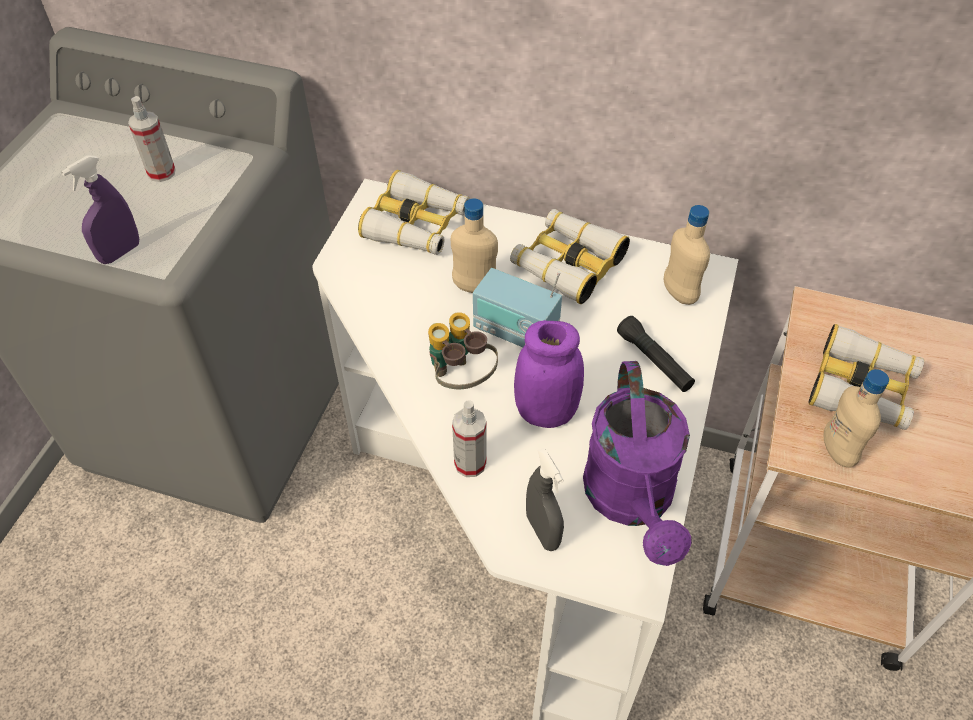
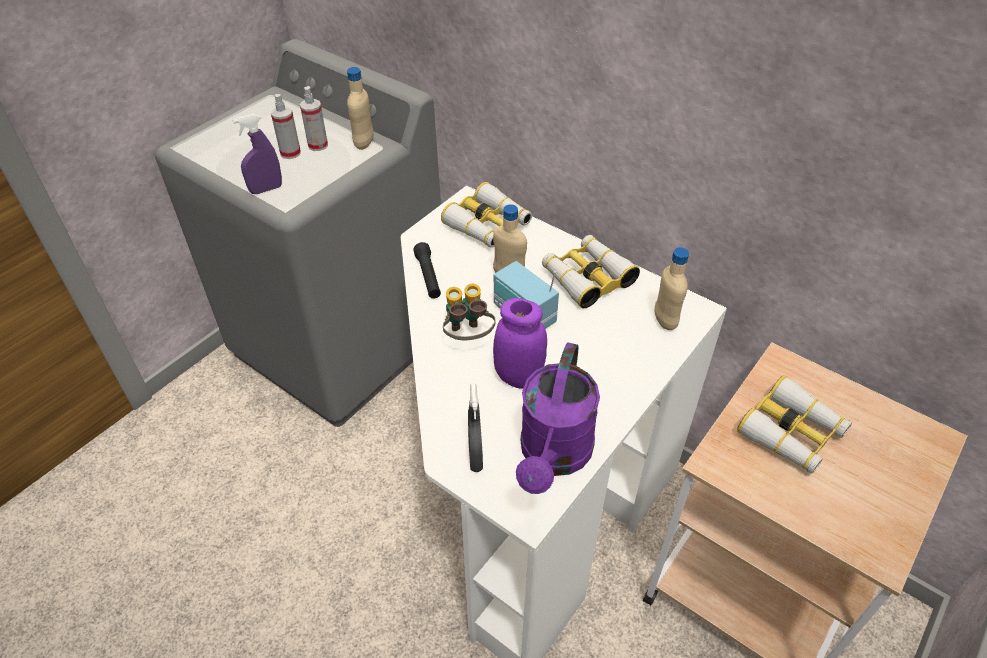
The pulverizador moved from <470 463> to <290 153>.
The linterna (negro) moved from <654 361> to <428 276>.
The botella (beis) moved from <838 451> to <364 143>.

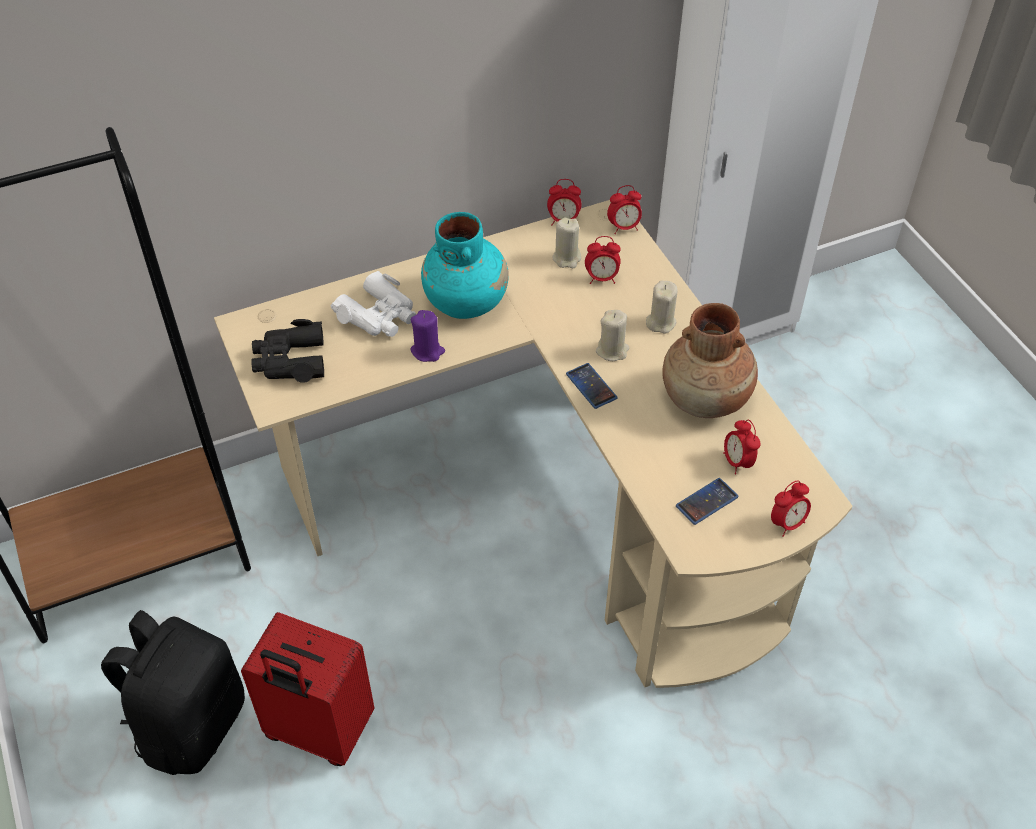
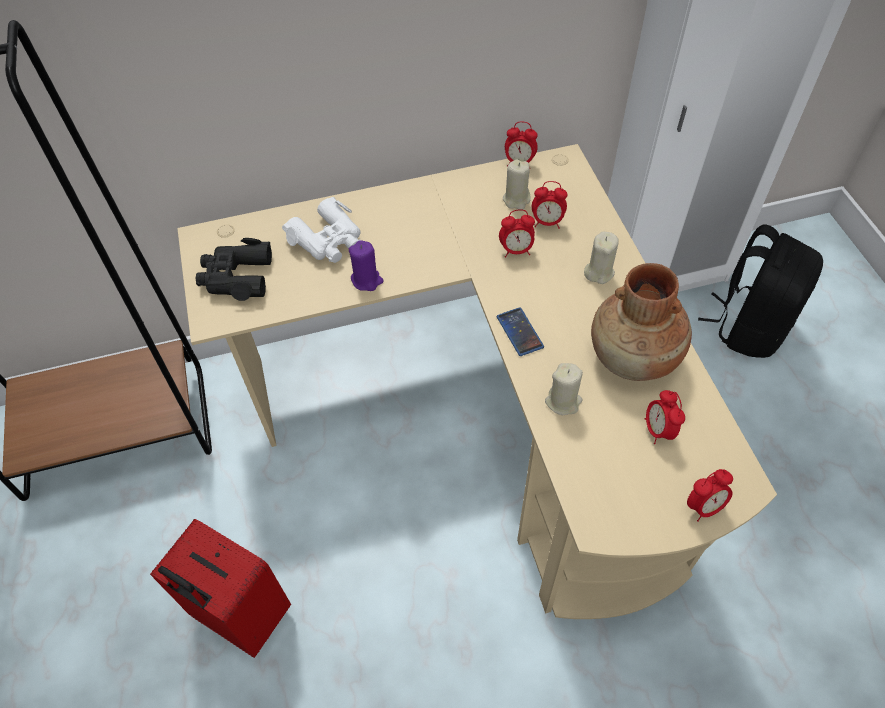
The florero (turquesa) at <466 301> disappeared.
The móvil at <706 502> disappeared.
The mochila (negro) moved from <191 724> to <749 326>.
The vela (beis) moved from <612 350> to <563 401>.
The despertador moved from <624 227> to <516 250>.

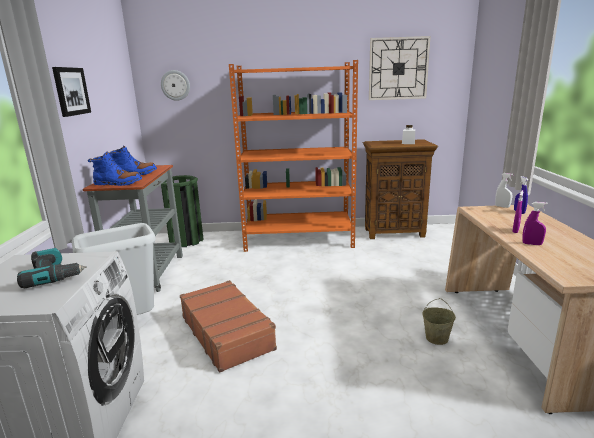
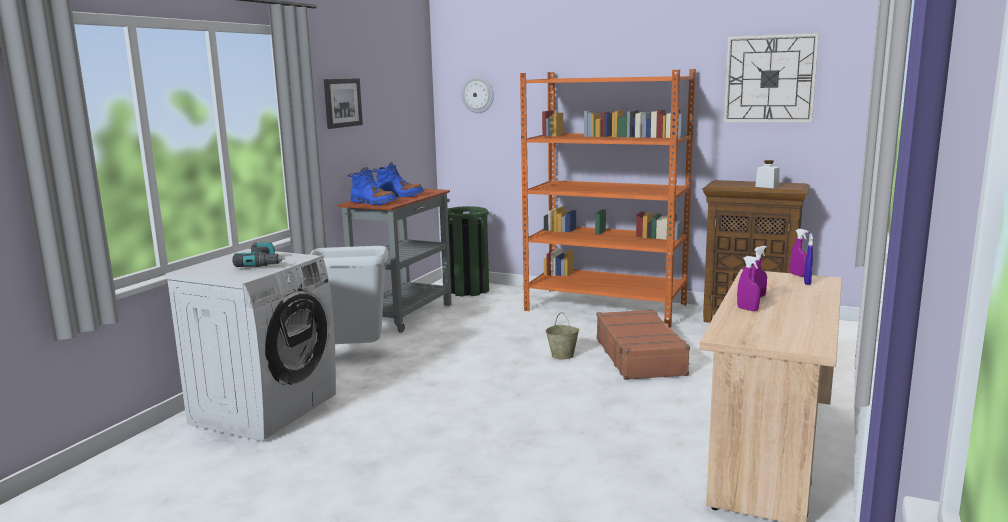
The maleta (marrón) moved from <227 332> to <640 356>.
The cubo (beis) moved from <437 338> to <563 355>.
The pulverizador (blanco) at <502 206> became the pulverizador (morado) at <798 275>.

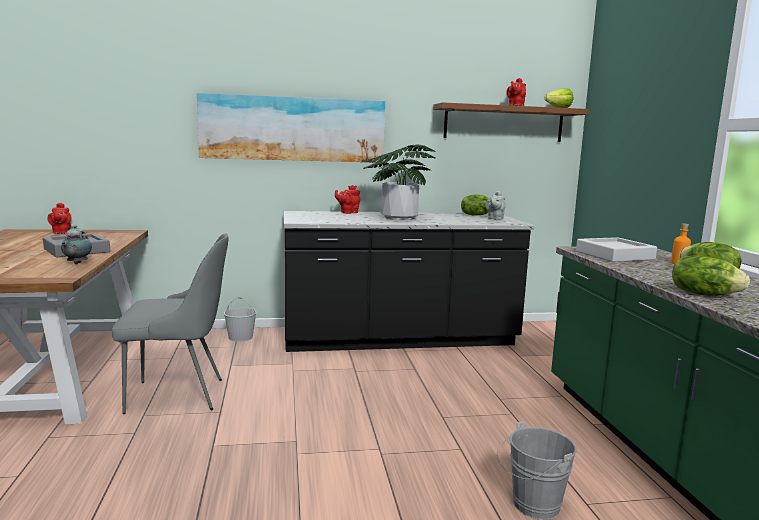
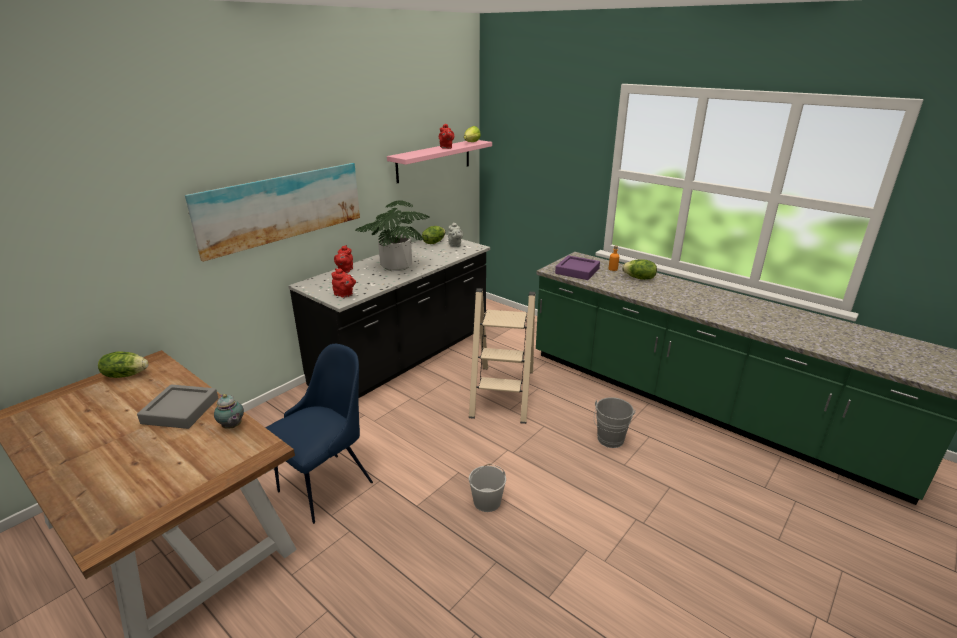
The escalera de tijera (beis) at <503 392> appeared.
The tetera (rojo) moved from <61 233> to <344 295>.
The cubo (blanco) moved from <241 337> to <487 501>.
The lechuga moved from <703 294> to <126 375>.
The silla (gris) at <176 395> became the silla (azul) at <326 486>.
The estante (marrón) at <504 123> became the estante (rosa) at <434 160>.
The bandeja (gris) at <614 255> became the bandeja (morado) at <577 271>.

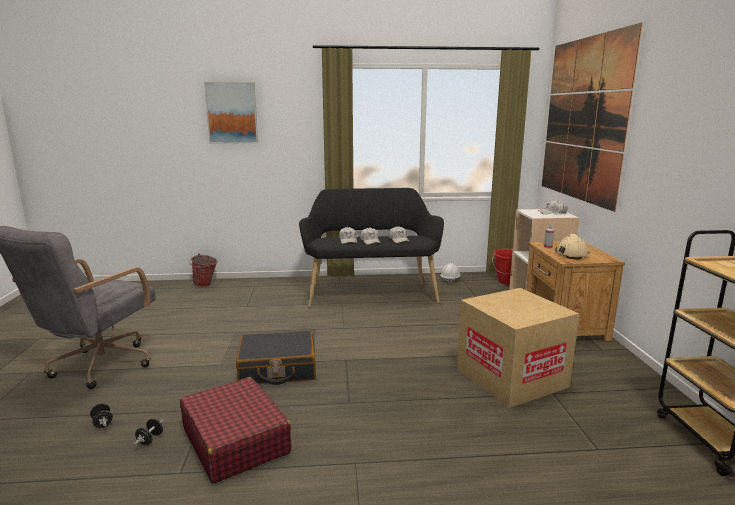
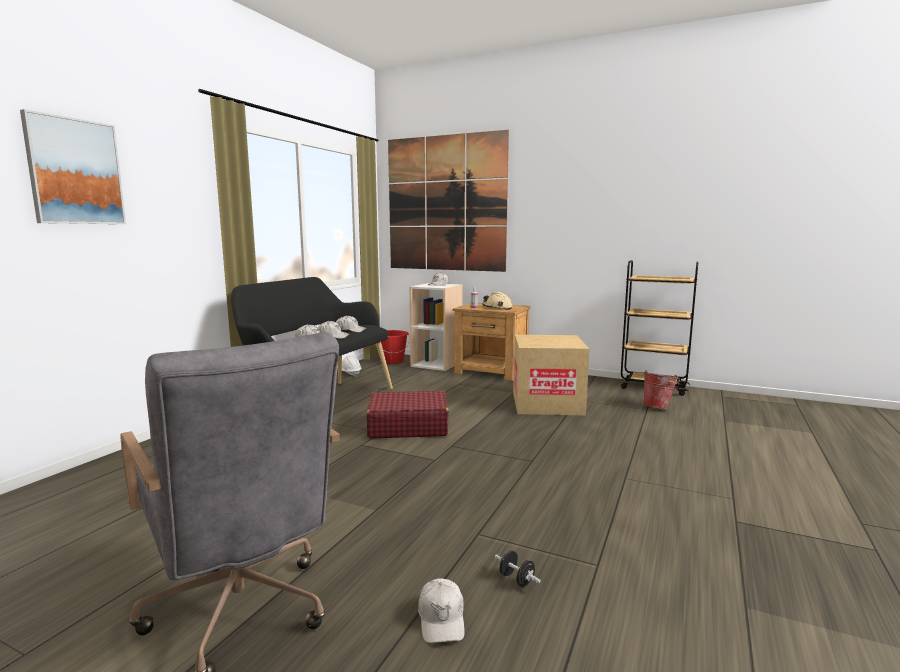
The maleta (negro) at <277 369> disappeared.
The maleta (rojo) moved from <235 440> to <407 426>.
The cubo moved from <205 285> to <658 408>.
The mancuerna (negro) at <102 423> was replaced by the gorra (blanco) at <442 619>.

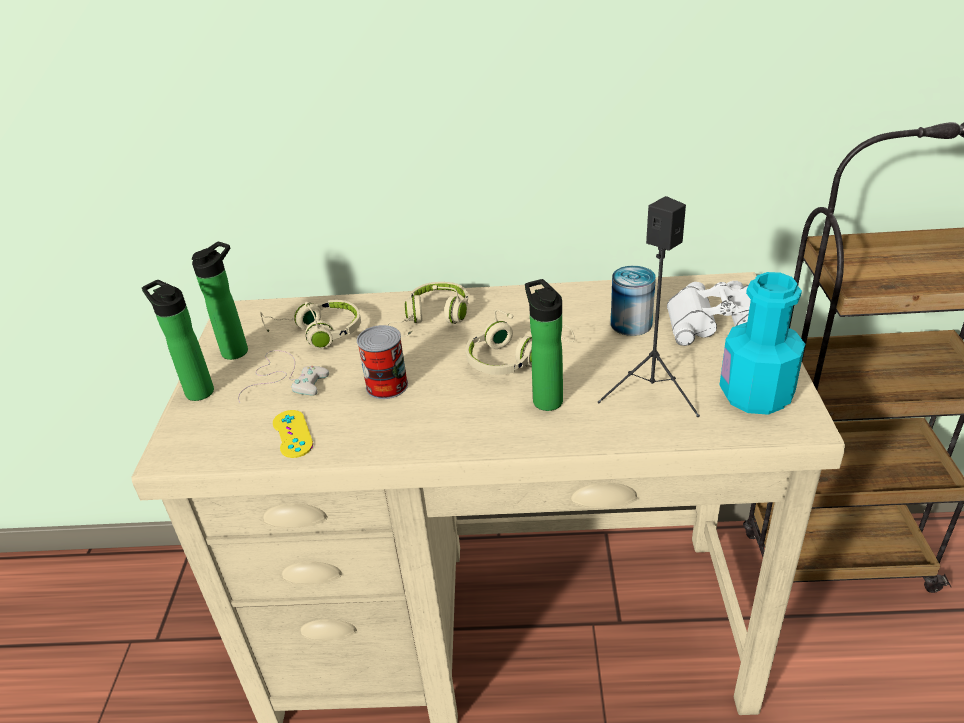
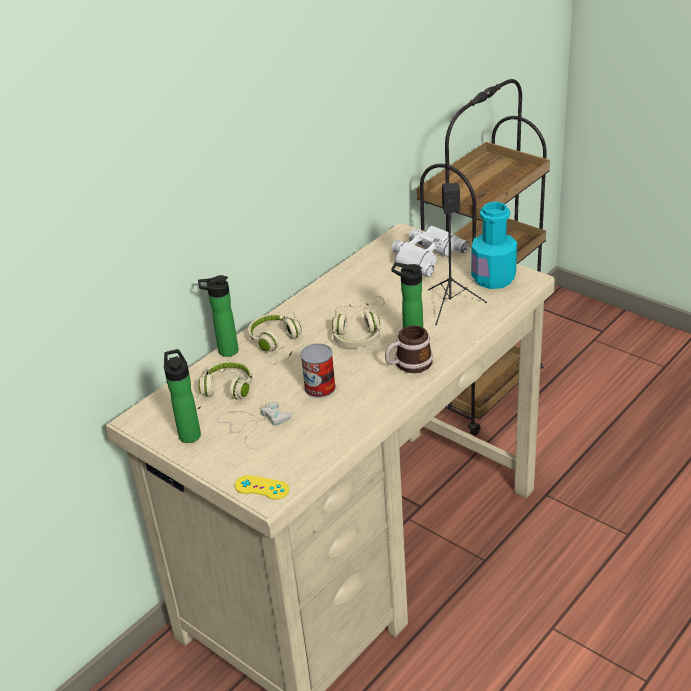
The lata at <631 323> disappeared.
The taza grande at <408 364> appeared.
The botella moved from <197 390> to <225 351>.
The mando de consola (amarillo) moved from <292 434> to <262 487>.

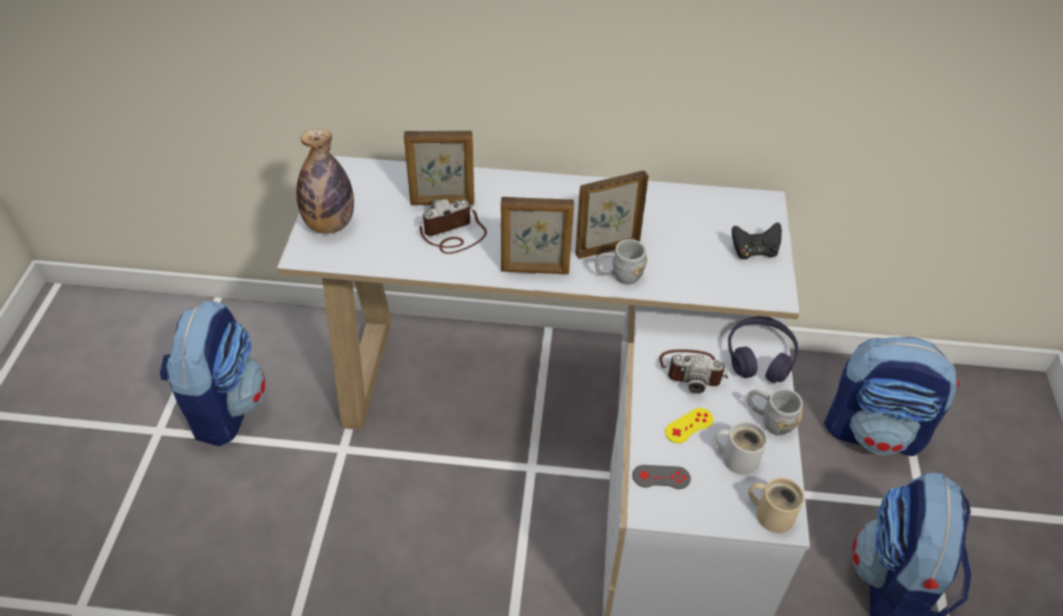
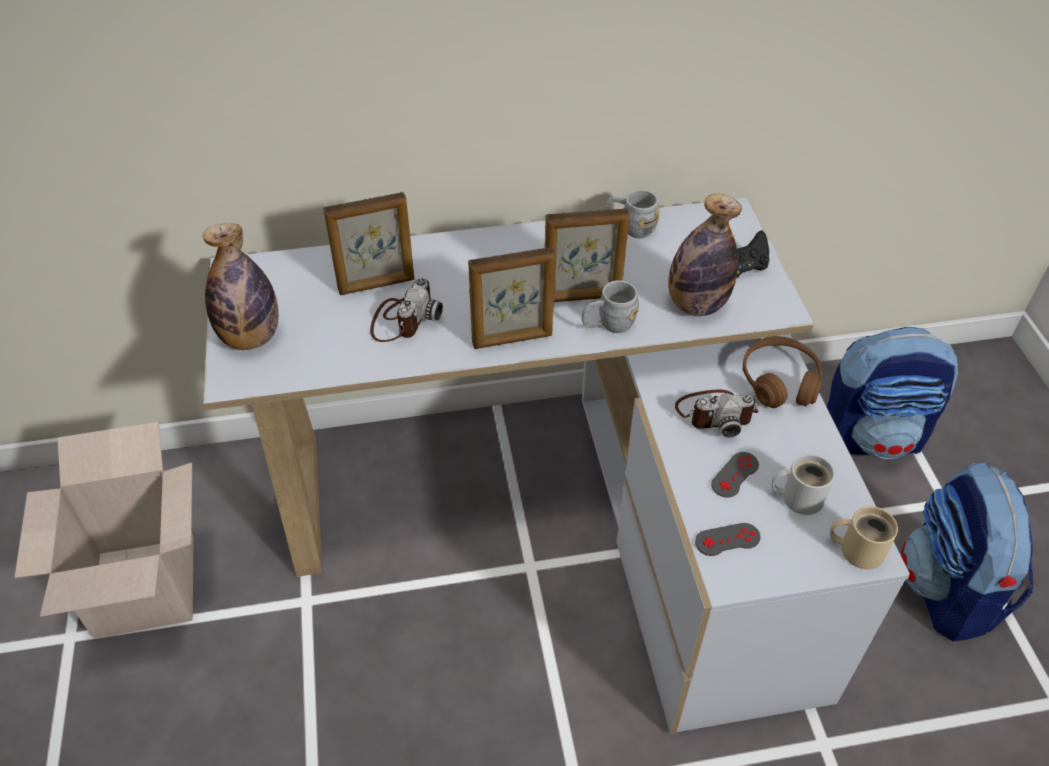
The botella at <696 305> appeared.
The taza grande (gris) moved from <769 420> to <630 228>.
The mochila at <225 406> was replaced by the caja de cartón at <145 586>.
The mando de consola (amarillo) at <689 425> became the mando de consola (gris) at <735 475>.
The auriculares (morado) at <759 357> became the auriculares (marrón) at <779 382>.
The cámara at <453 234> turned 150 degrees clockwise.
The portarretratos at <606 248> turned 150 degrees counterclockwise.

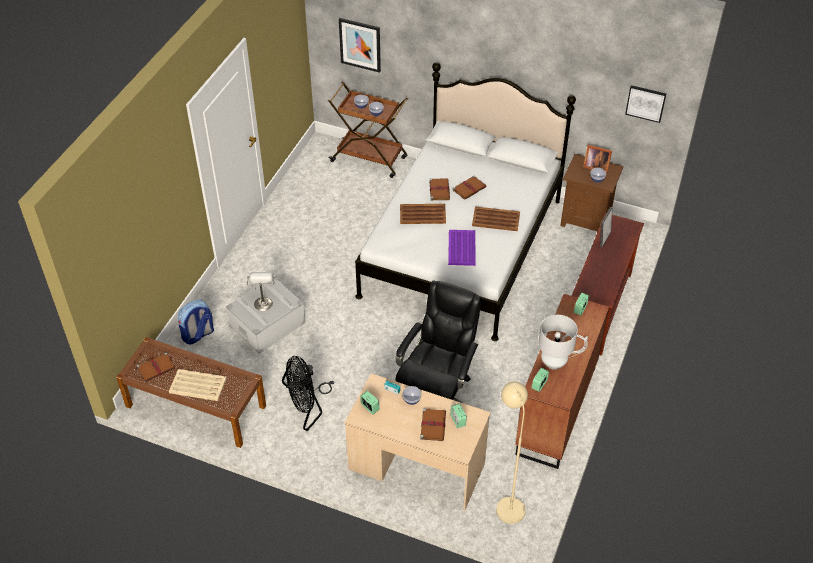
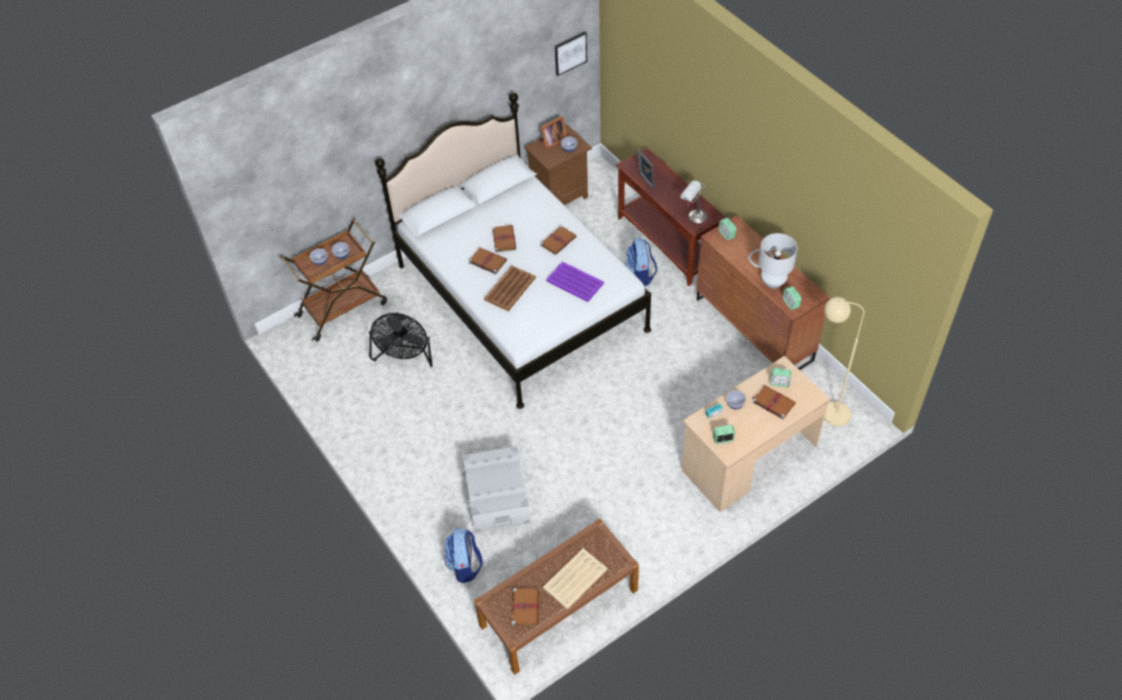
The cuadro at <360 44> disappeared.
The silla de oficina (negro) at <437 394> disappeared.
The mochila at <640 275> appeared.
The lámpara de mesa (blanco) moved from <263 300> to <693 214>.
The ventilador (negro) moved from <307 402> to <403 353>.
The bandeja (marrón) at <495 219> was replaced by the libro (marrón) at <558 241>.

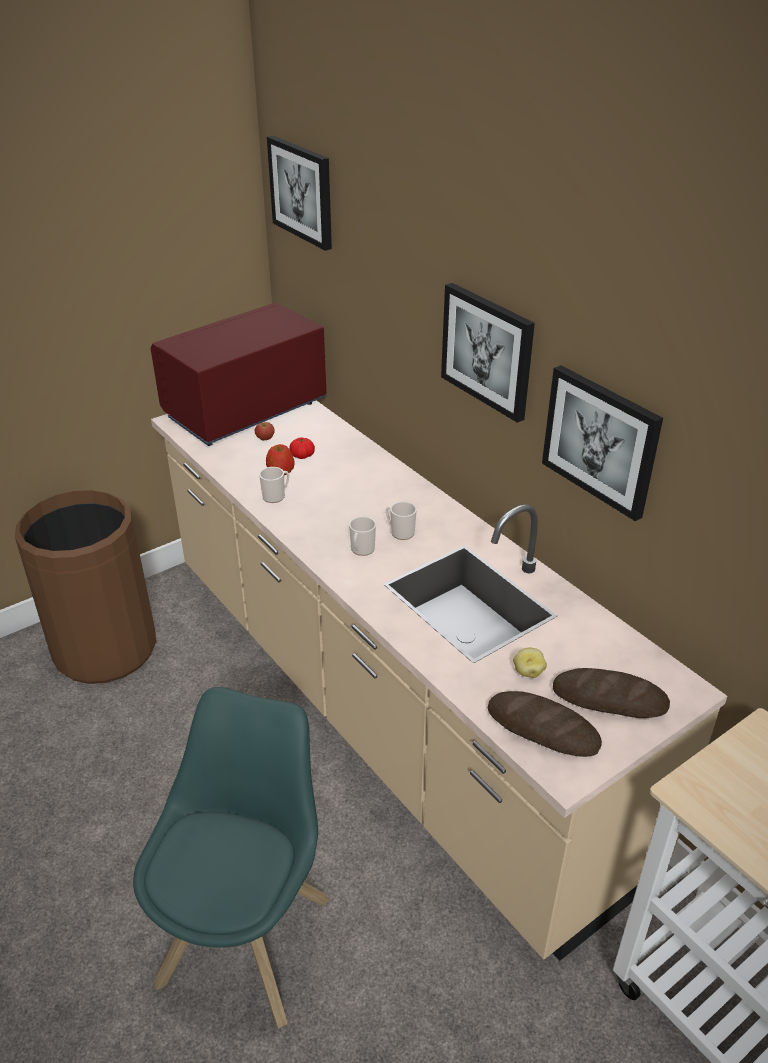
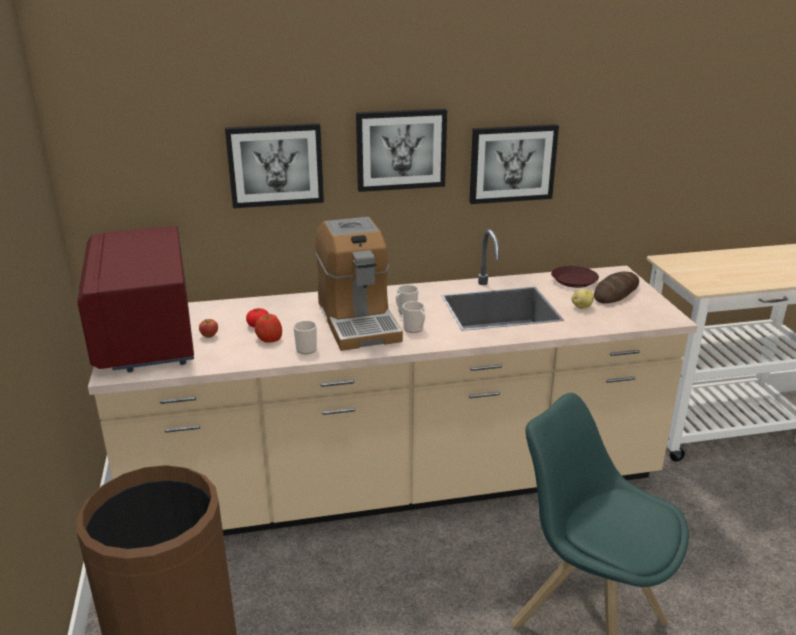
The pan at <542 728> disappeared.
The cafetera at <358 320> appeared.
The plato (marrón) at <574 280> appeared.
The cuadro moved from <302 191> to <275 165>.

